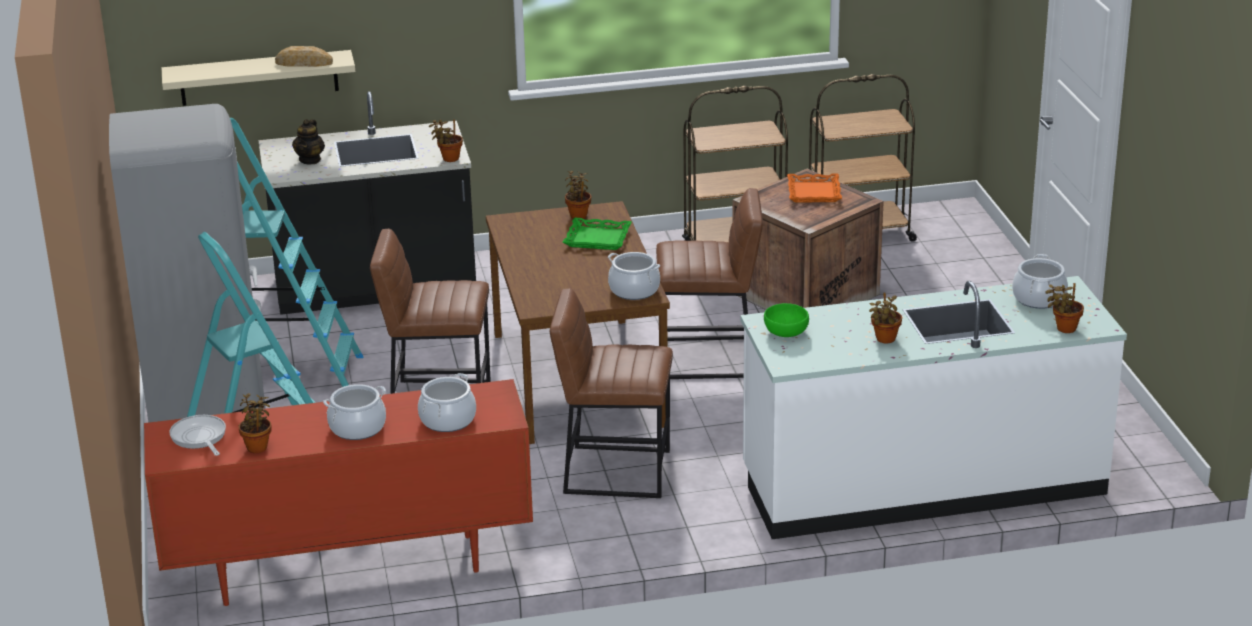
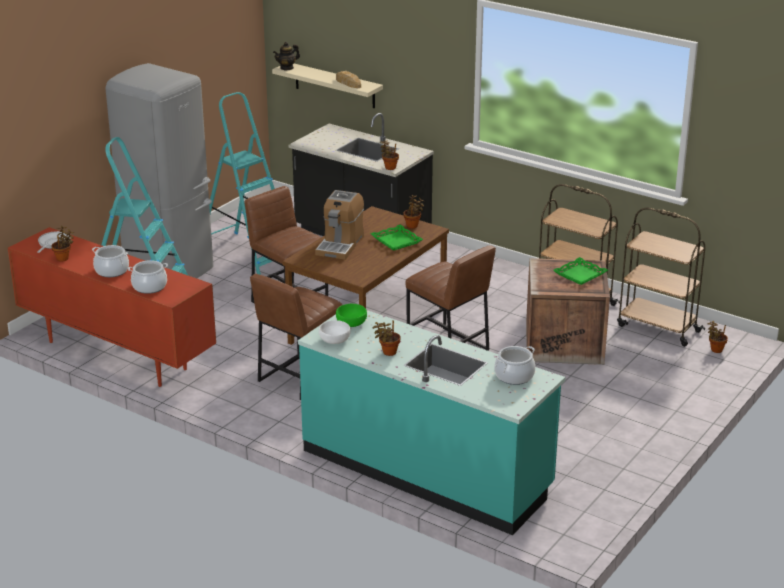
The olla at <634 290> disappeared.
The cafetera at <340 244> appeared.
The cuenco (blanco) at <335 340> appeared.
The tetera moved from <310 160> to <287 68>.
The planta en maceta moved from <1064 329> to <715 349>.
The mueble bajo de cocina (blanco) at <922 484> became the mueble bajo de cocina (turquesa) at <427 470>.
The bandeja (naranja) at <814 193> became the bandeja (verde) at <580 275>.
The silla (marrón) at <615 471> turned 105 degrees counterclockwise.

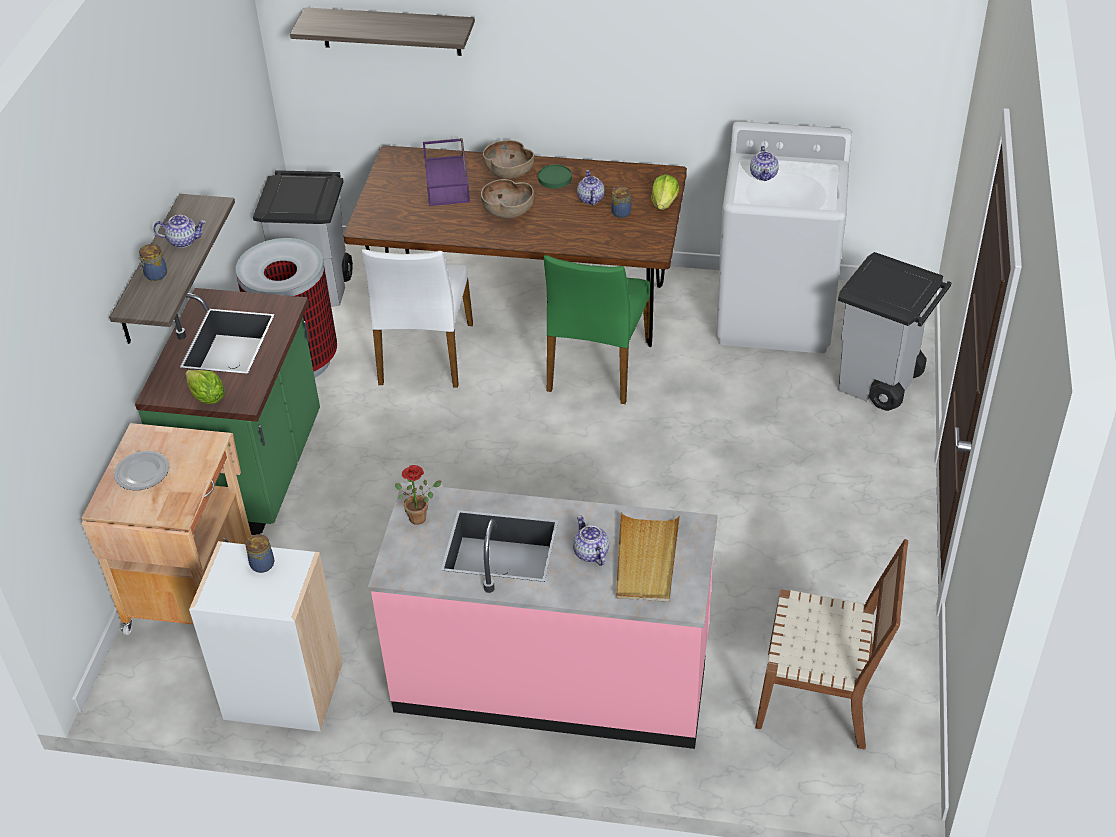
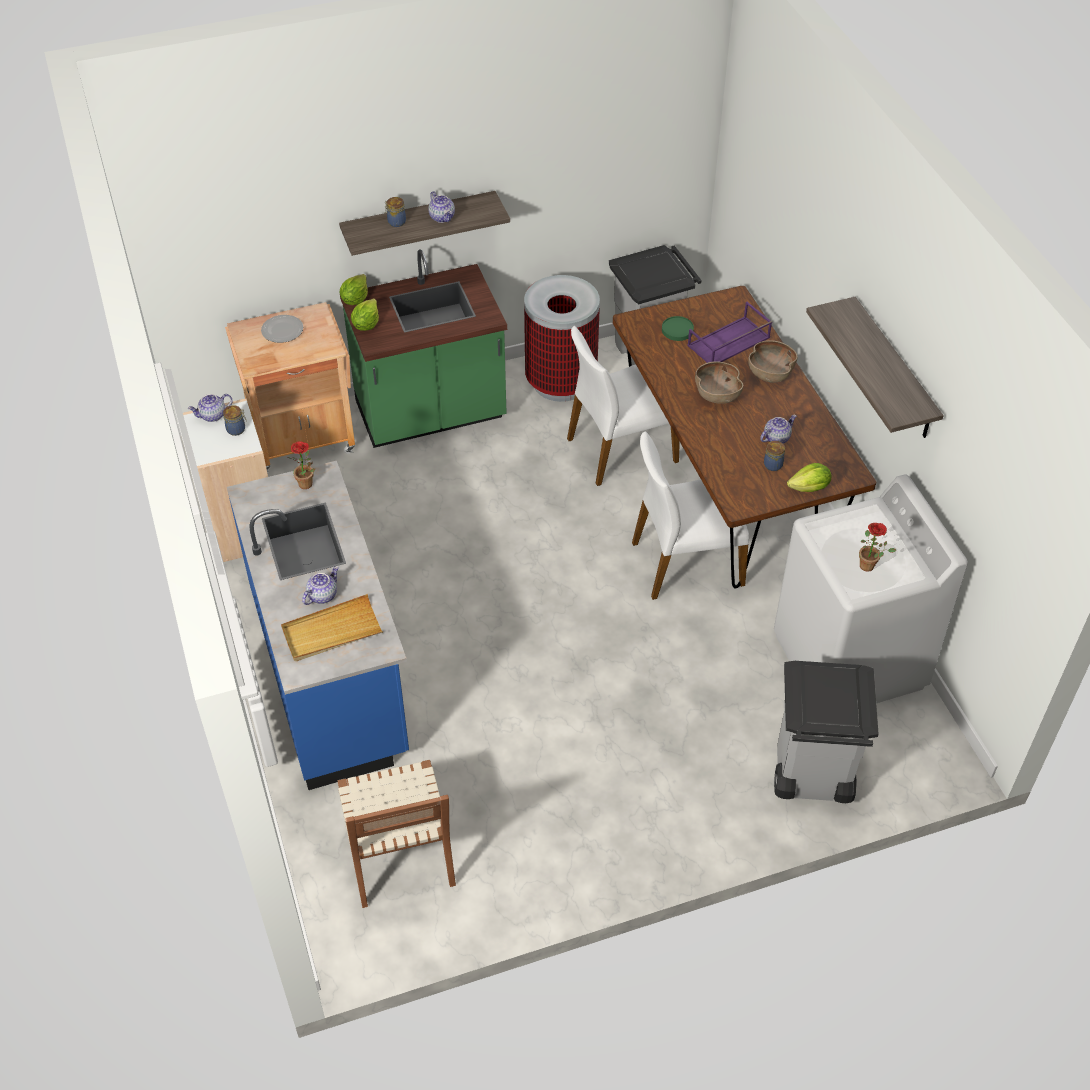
The lechuga at <355 299> appeared.
The planta en maceta at <870 566> appeared.
The estante moved from <391 31> to <893 370>.
The plato (verde) moved from <555 178> to <677 330>.
The tetera moved from <764 175> to <212 416>.
The mueble bajo de cocina (rosa) at <552 678> became the mueble bajo de cocina (azul) at <331 673>.
The silla (verde) at <597 366> became the silla (blanco) at <685 562>.

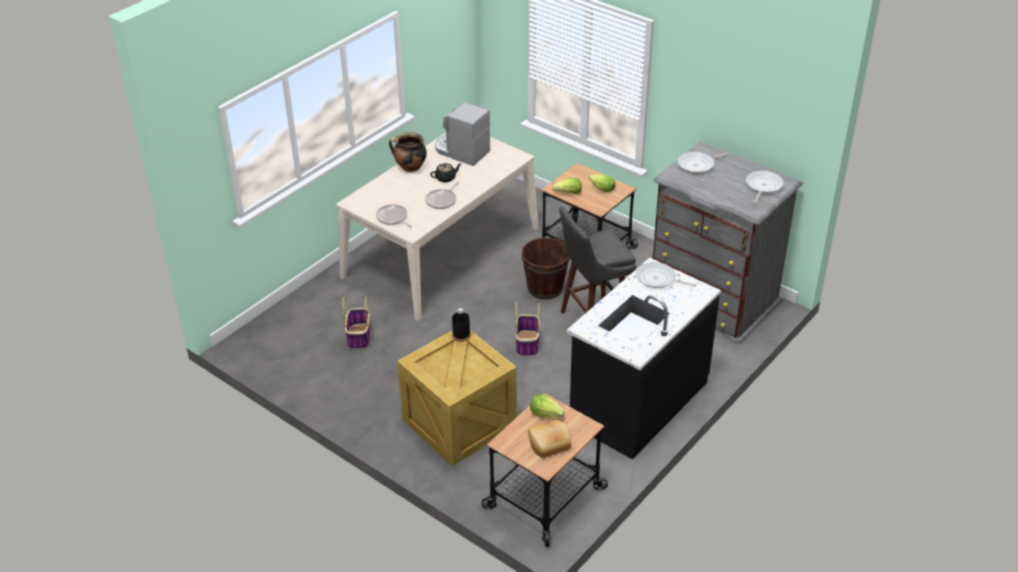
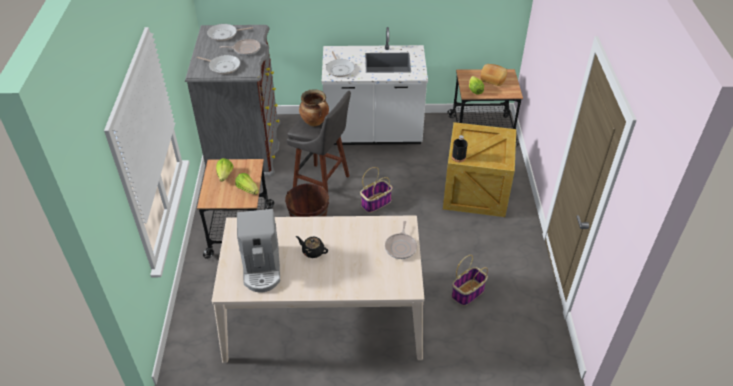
The olla moved from <410 168> to <315 122>.
The sartén moved from <442 200> to <245 49>.
The mueble bajo de cocina (negro) at <637 402> became the mueble bajo de cocina (blanco) at <373 134>.

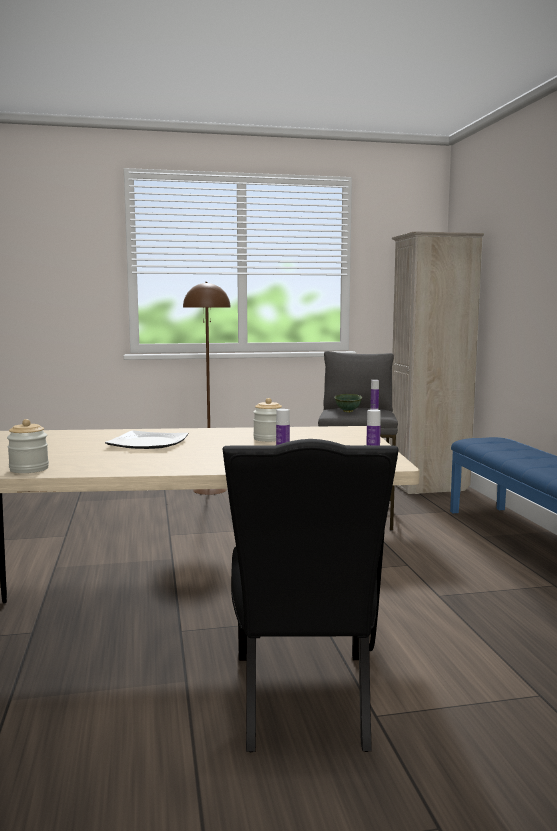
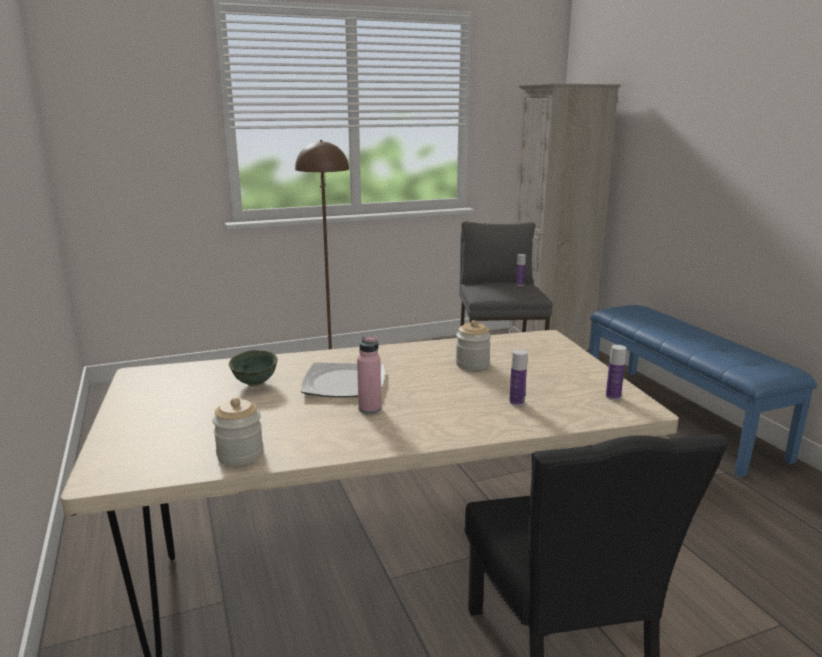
The botella (rosa) at <369 409> appeared.
The cuenco (verde) moved from <348 411> to <256 384>.

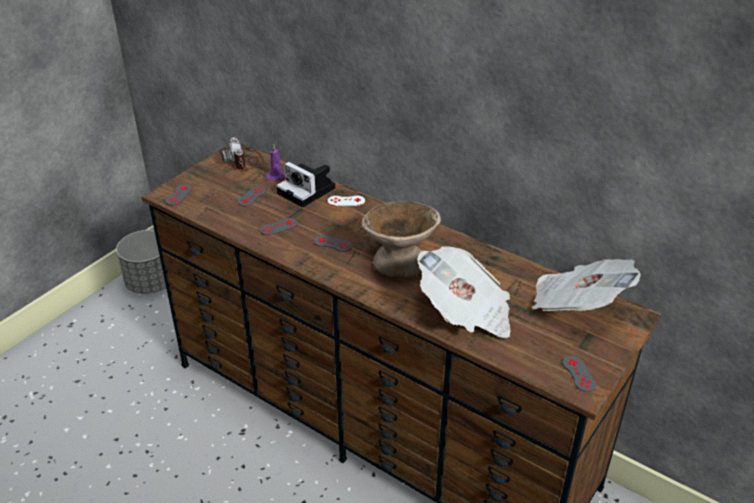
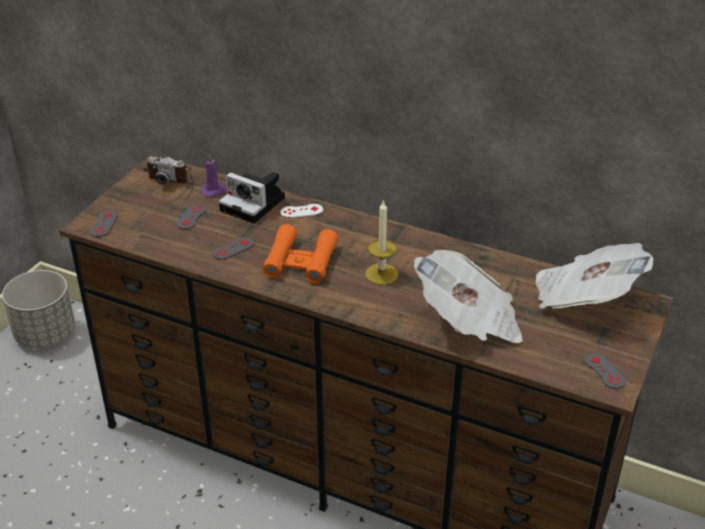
The mando de consola (gris) at <333 243> was replaced by the prismáticos (naranja) at <300 261>.
The cuenco (beis) at <399 262> was replaced by the vela at <381 274>.
The cámara at <245 160> turned 45 degrees counterclockwise.

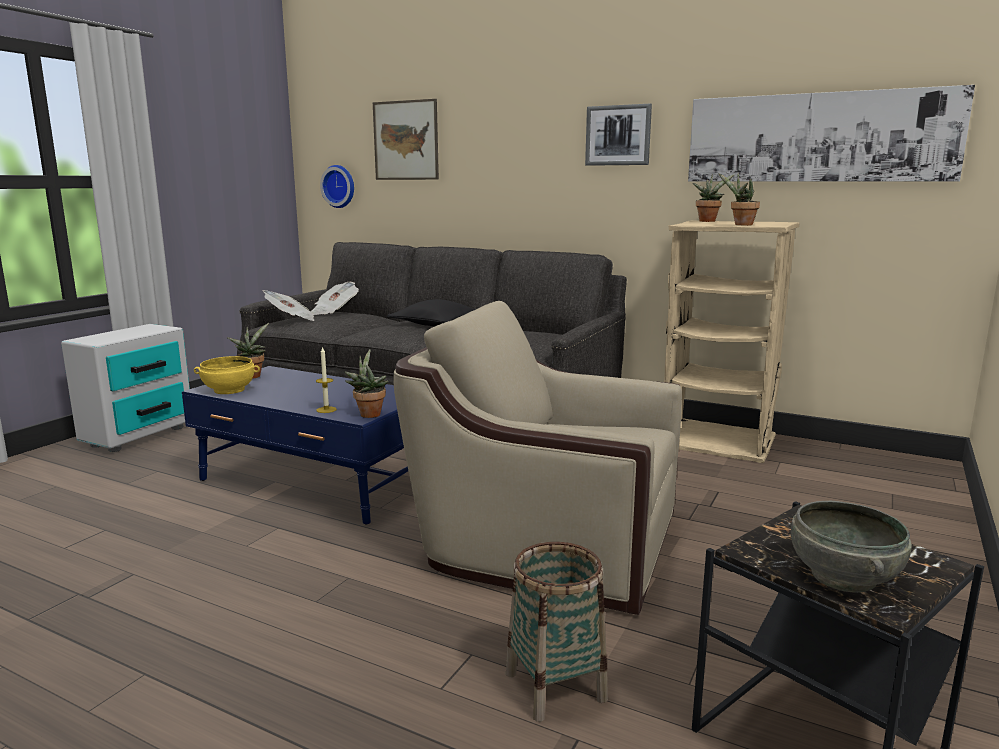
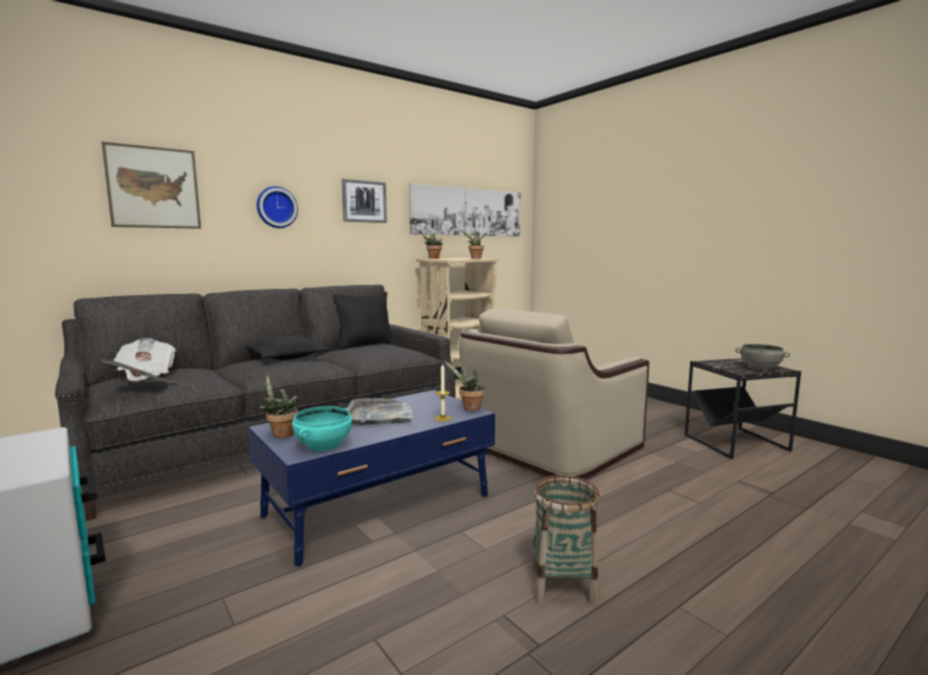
The cojín (negro) at <365 344> appeared.
The bandeja (gris) at <379 415> appeared.
The reloj de pared moved from <340 186> to <276 207>.
The cesta moved from <555 686> to <563 584>.
The cuenco (amarillo) at <229 390> became the cuenco (turquesa) at <323 445>.

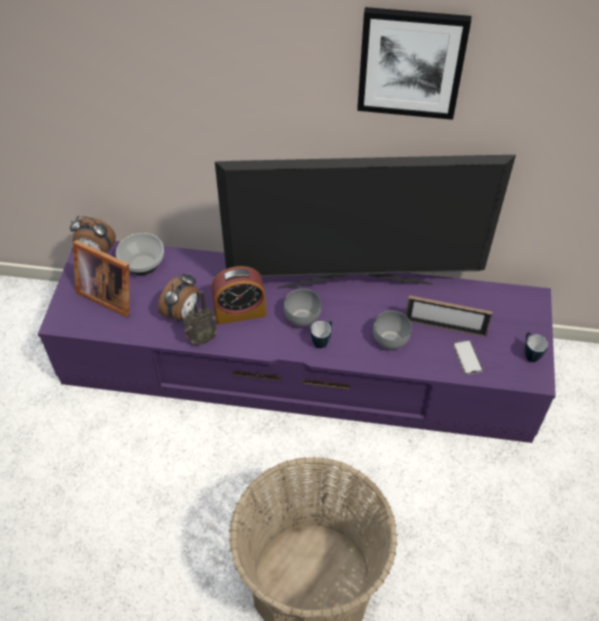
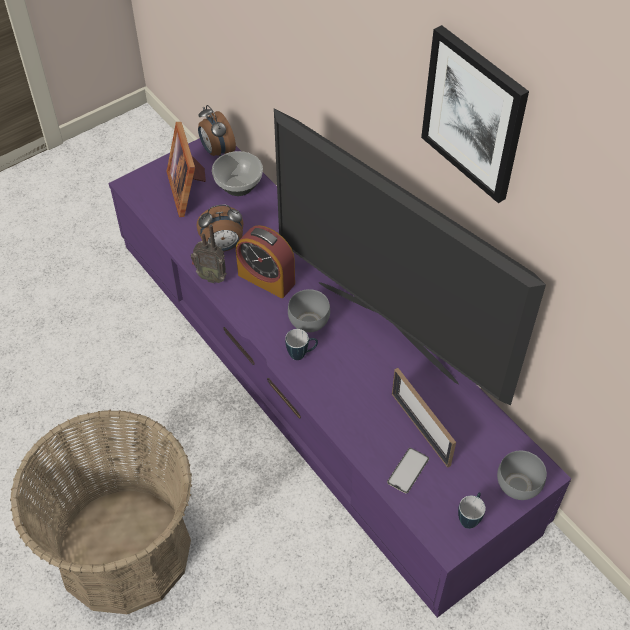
The cuenco (gris) moved from <391 341> to <517 487>.

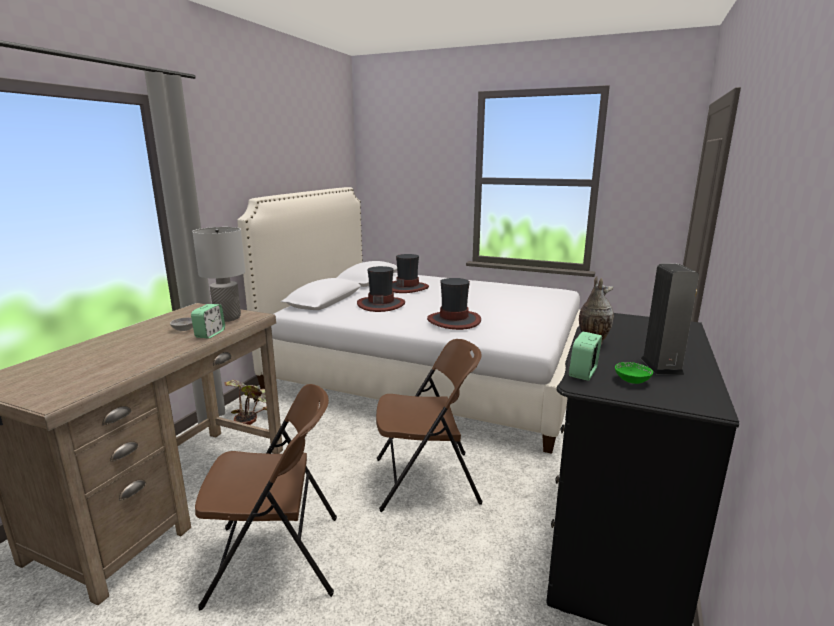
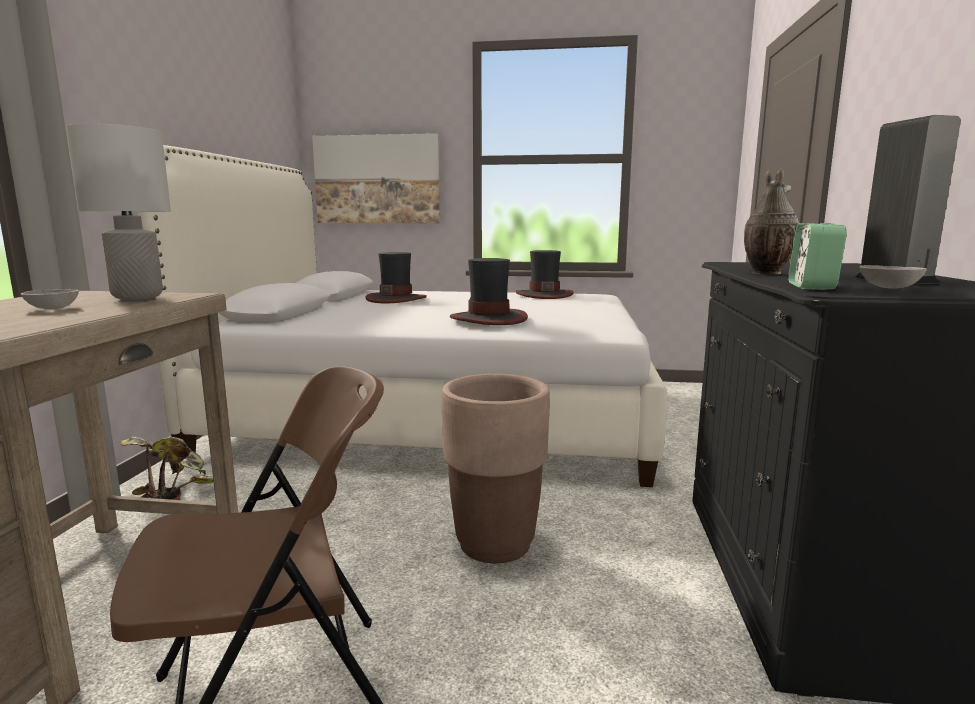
The despertador at <210 334> disappeared.
The cuadro at <377 180> appeared.
The sombrero moved from <381 304> to <544 295>.
The silla (marrón) at <426 480> was replaced by the maceta (marrón) at <495 544>.
The cuenco (verde) at <632 381> became the cuenco (gris) at <889 288>.

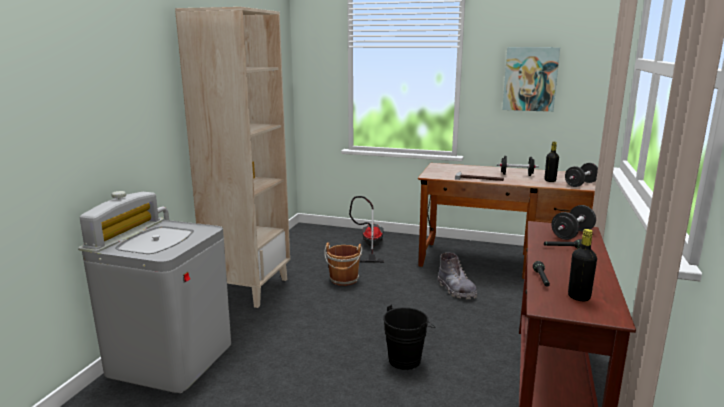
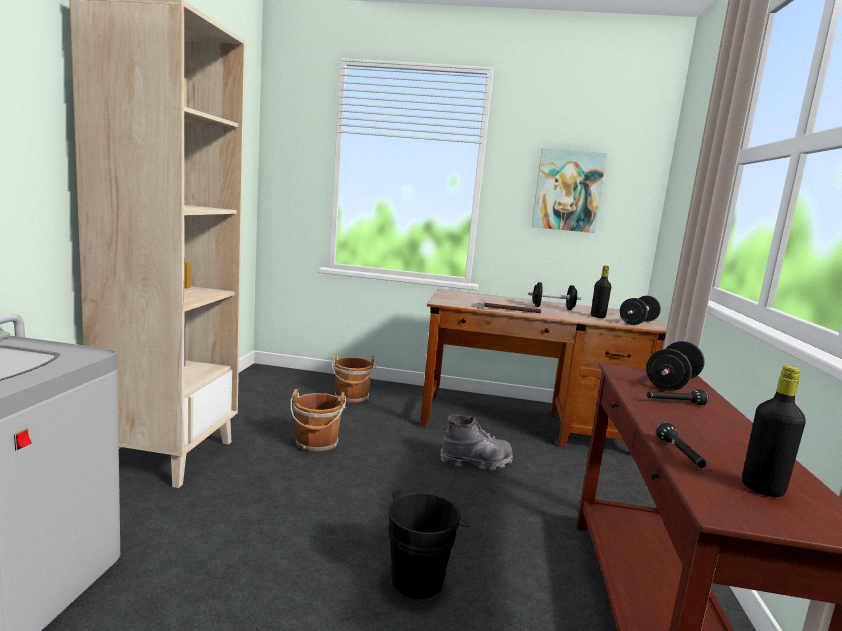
The aspiradora at <369 246> was replaced by the cubo (marrón) at <352 398>.
The bota (gris) at <456 290> turned 60 degrees counterclockwise.

